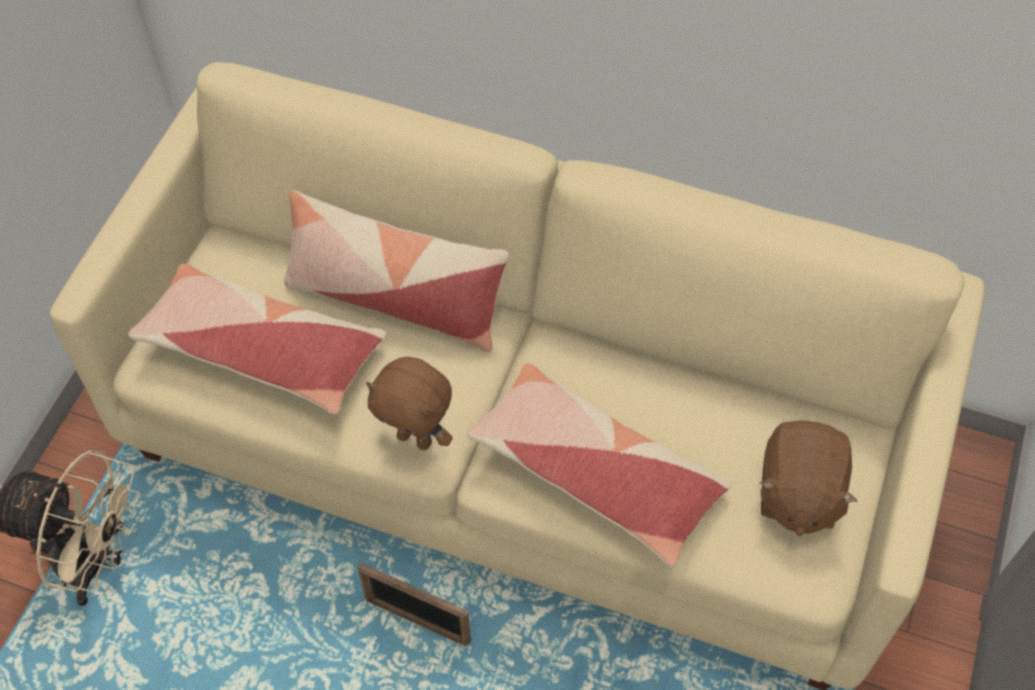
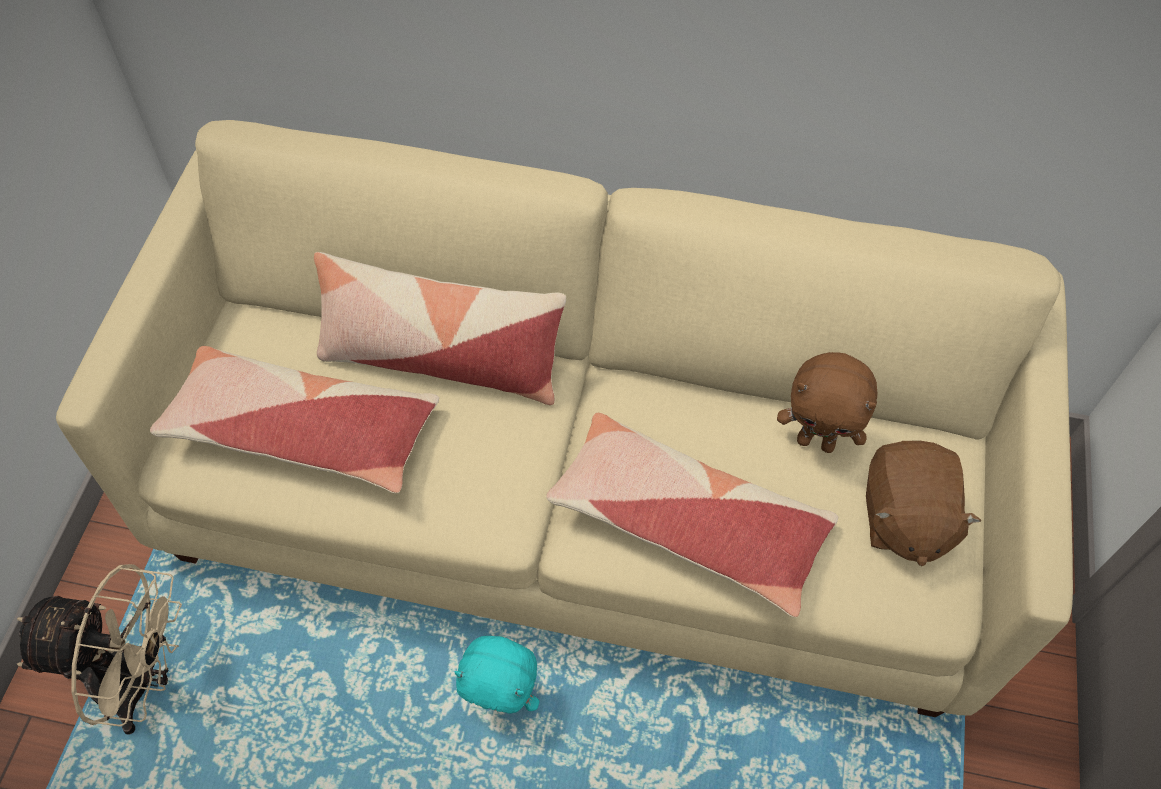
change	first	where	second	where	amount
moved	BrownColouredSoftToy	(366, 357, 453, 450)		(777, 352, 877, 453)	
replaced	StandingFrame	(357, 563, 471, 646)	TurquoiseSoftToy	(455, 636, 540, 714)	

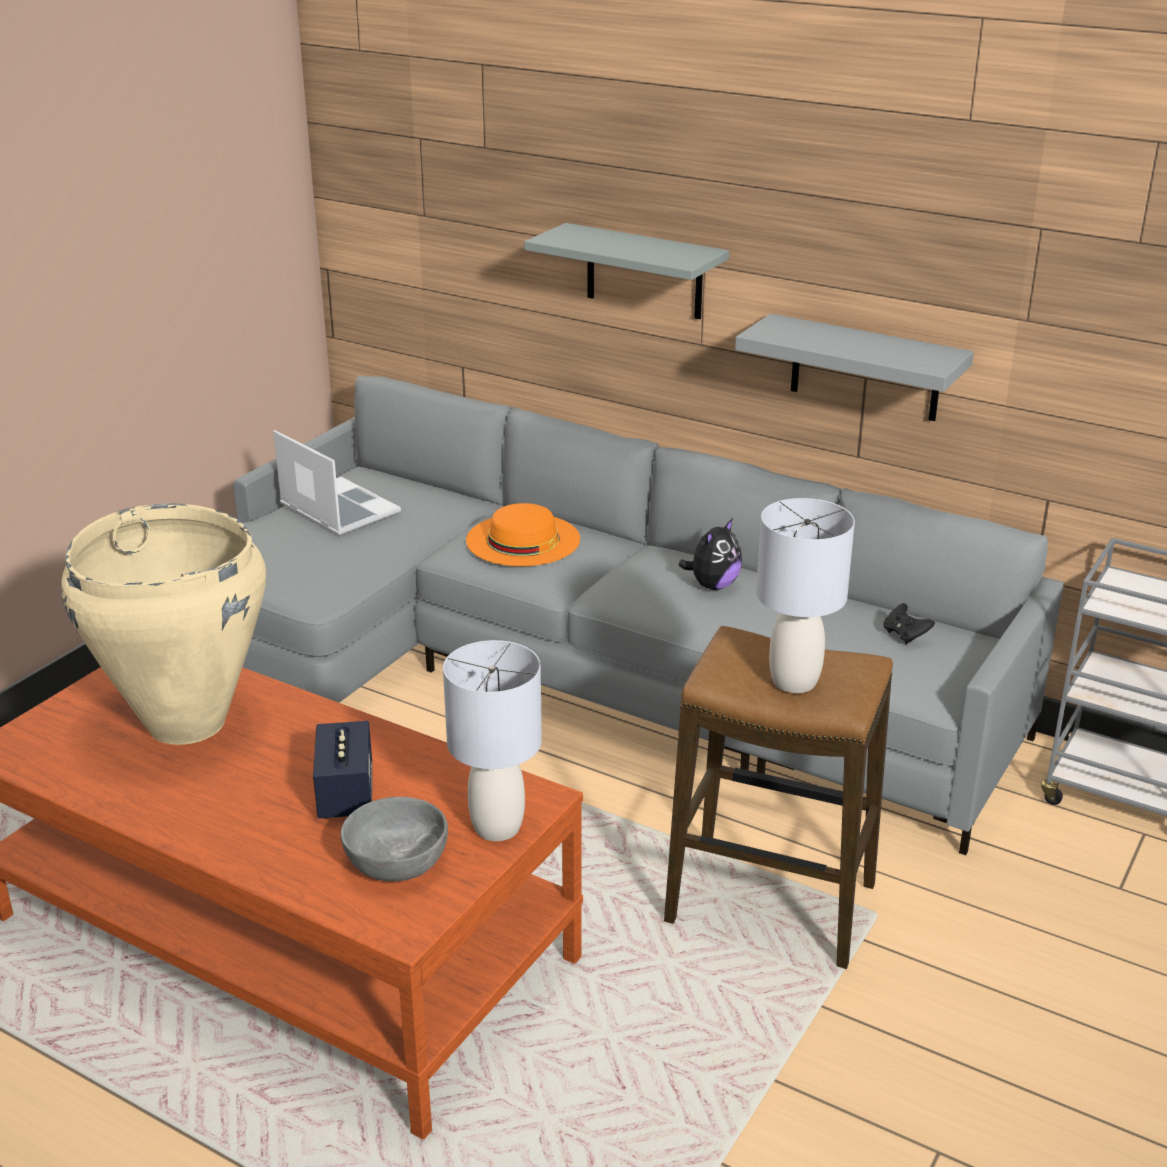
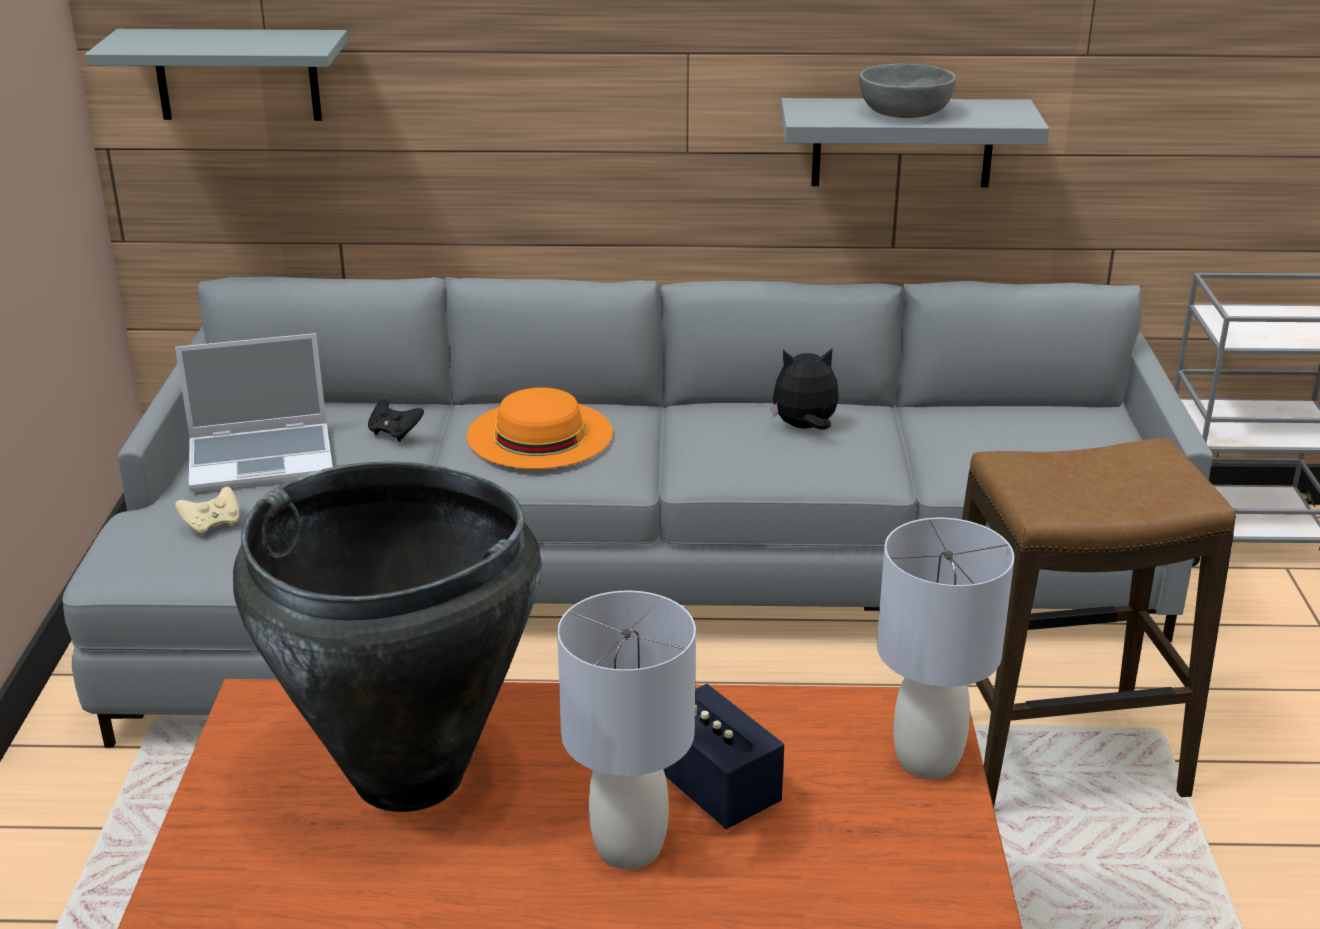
change	first	where	second	where	amount
moved	GreyWallShelf	(524, 223, 729, 319)		(85, 29, 348, 121)	
turned	PortableComputer	(273, 430, 401, 536)		(175, 333, 333, 492)	150 degrees clockwise
moved	GreyTableLamp	(756, 498, 855, 693)		(557, 591, 696, 870)	
recoloured	SandColouredVase	(61, 503, 266, 745)	BlackVase	(233, 461, 541, 812)	
turned	SoftToy	(678, 518, 742, 590)		(770, 348, 839, 430)	105 degrees counterclockwise
moved	BlackGameController	(883, 603, 935, 644)		(368, 399, 424, 441)	
moved	GreyDeepDish	(341, 797, 448, 881)		(859, 63, 956, 118)	
added			SandColouredGameController	(175, 487, 239, 536)	

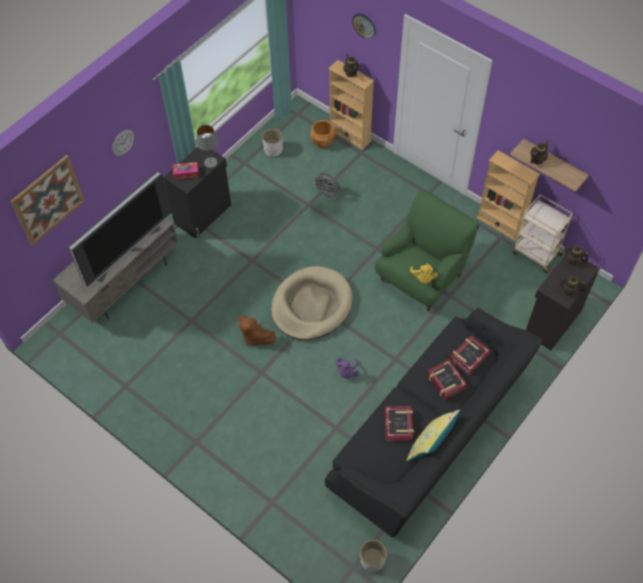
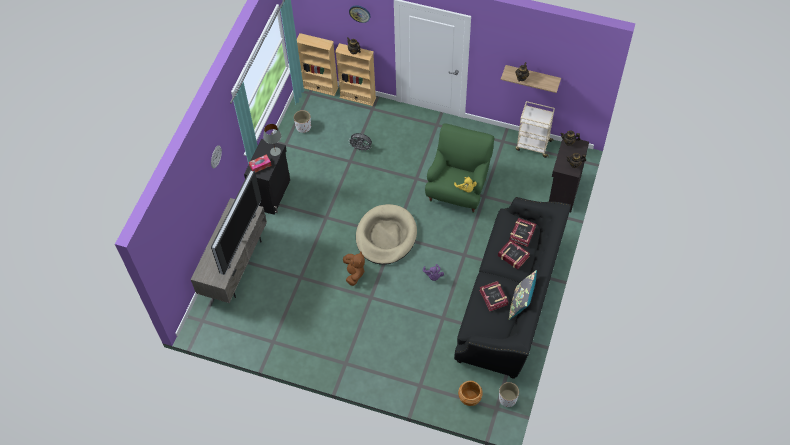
change	first	where	second	where	amount
moved	BrownColouredPlantPot	(310, 120, 335, 148)		(458, 381, 483, 406)	
moved	SandColouredShelvingUnit	(477, 150, 540, 241)		(297, 33, 338, 96)	
removed	WallPicture	(10, 155, 85, 246)			
turned	BrownColouredSoftToy	(238, 315, 275, 346)		(343, 251, 365, 286)	120 degrees counterclockwise
recoloured	YellowCushion	(406, 409, 460, 461)	GreyCushion	(509, 270, 537, 320)	

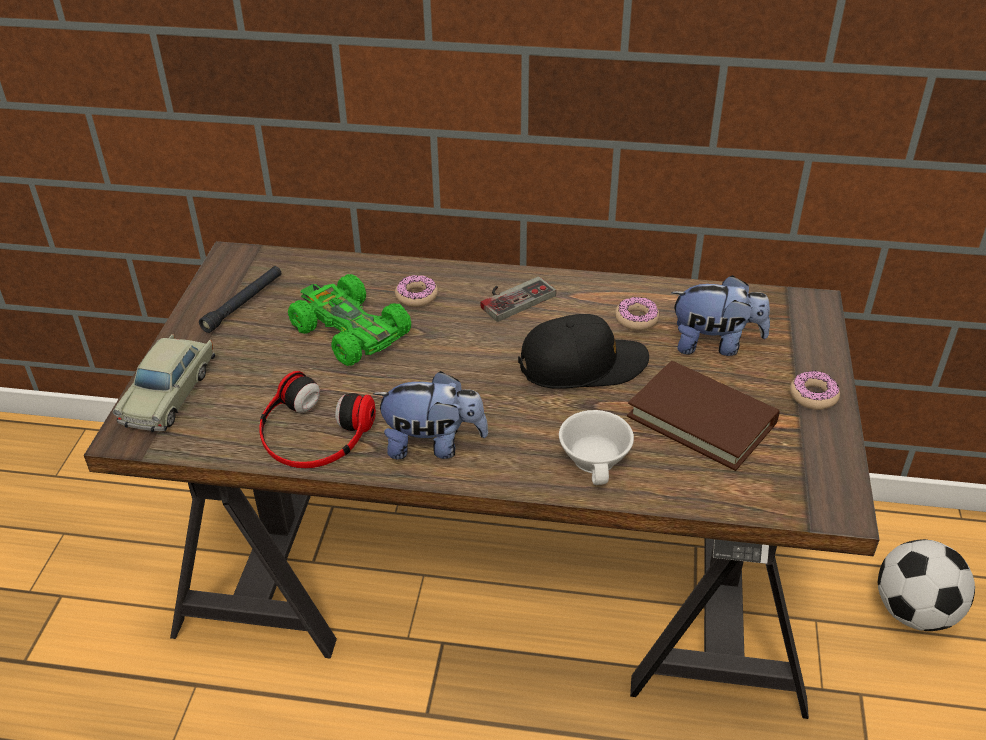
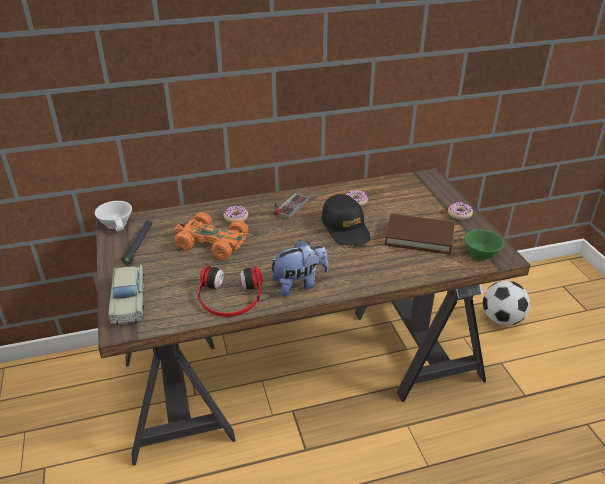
change	first	where	second	where	amount
recoloured	GreenModelCar	(288, 274, 411, 366)	OrangeColouredModelCar	(174, 212, 248, 259)	
removed	SoftToy	(671, 275, 770, 356)			
turned	BlackBaseballCap	(518, 314, 649, 389)		(321, 194, 370, 246)	105 degrees clockwise
moved	WhitishCup	(559, 410, 634, 485)		(95, 201, 132, 232)	
added			GreenCup	(464, 229, 504, 260)	

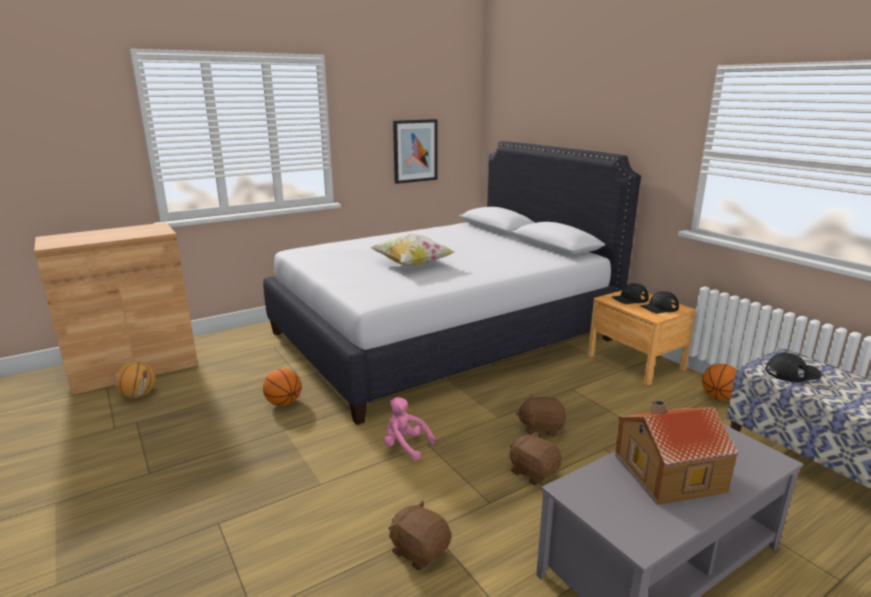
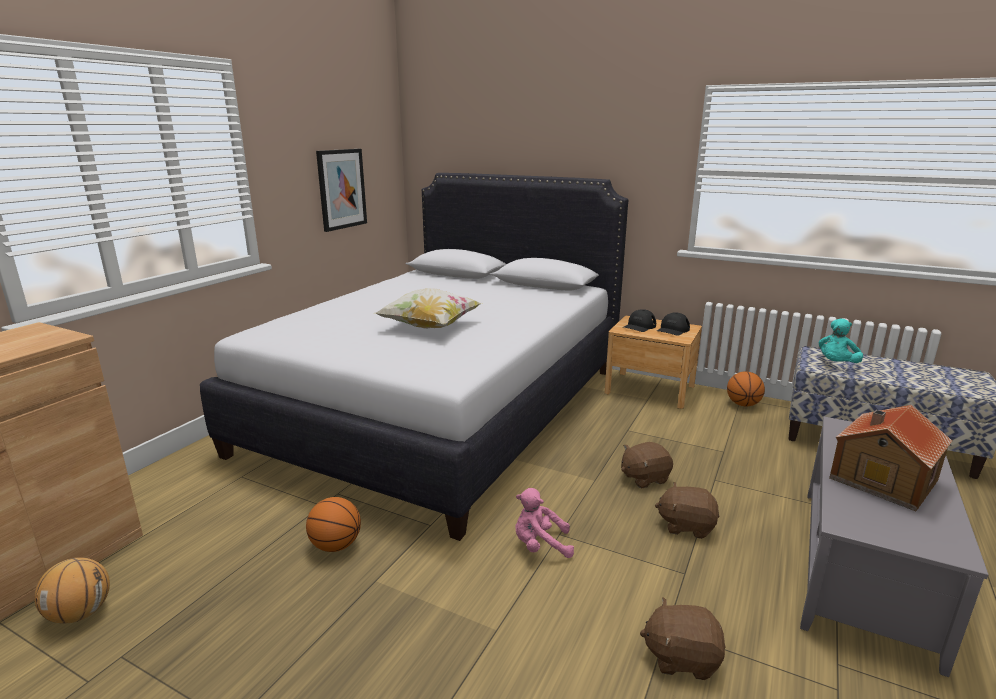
change	first	where	second	where	amount
replaced	BlackBaseballCap	(765, 353, 822, 382)	TurquoiseSoftToy	(819, 319, 863, 363)	

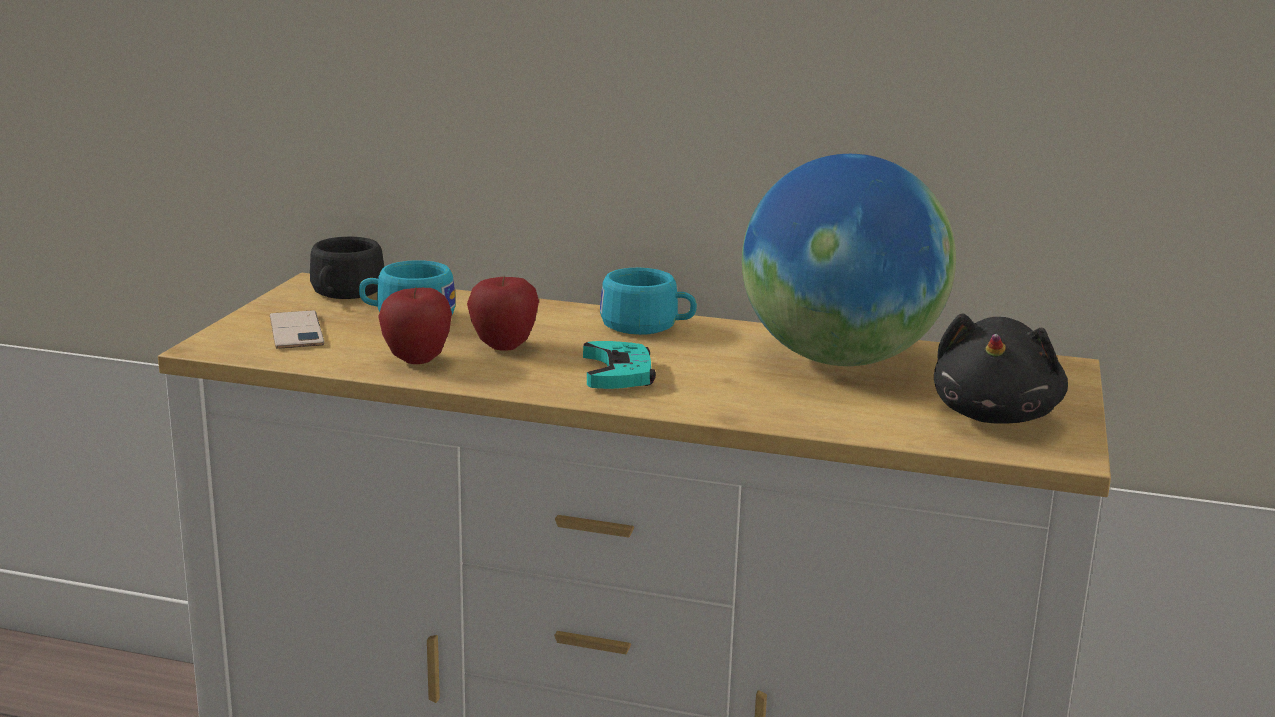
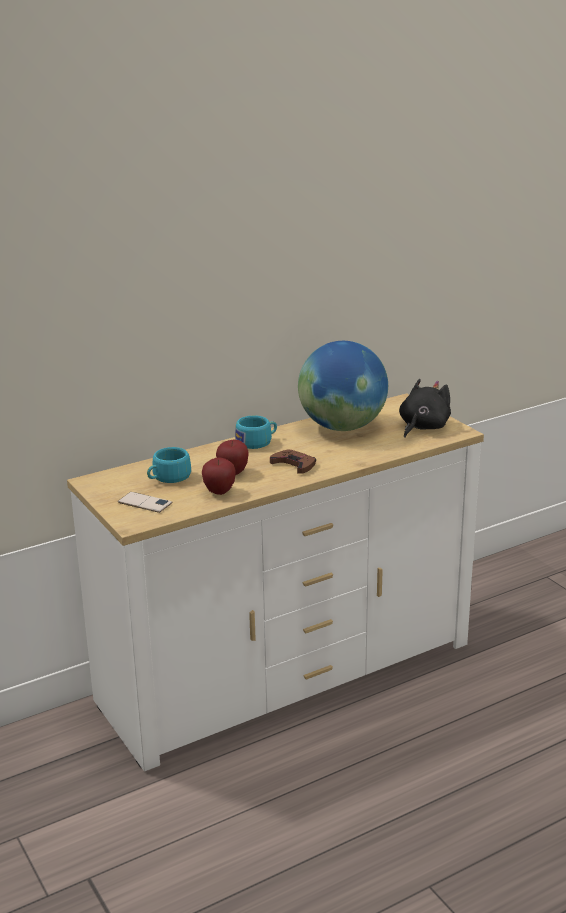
change	first	where	second	where	amount
removed	BlackCup	(310, 237, 384, 299)			
turned	BlackSoftToy	(934, 313, 1068, 423)		(399, 379, 451, 438)	120 degrees counterclockwise
recoloured	TurquoiseGameController	(583, 341, 656, 389)	BrownColouredGameController	(270, 449, 316, 474)	

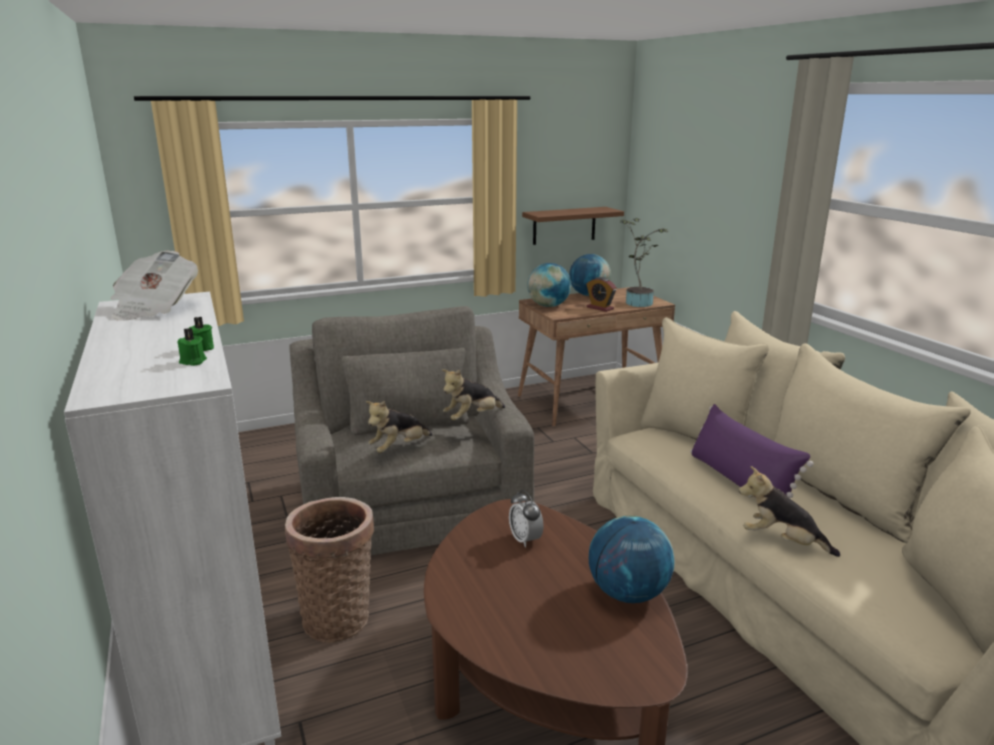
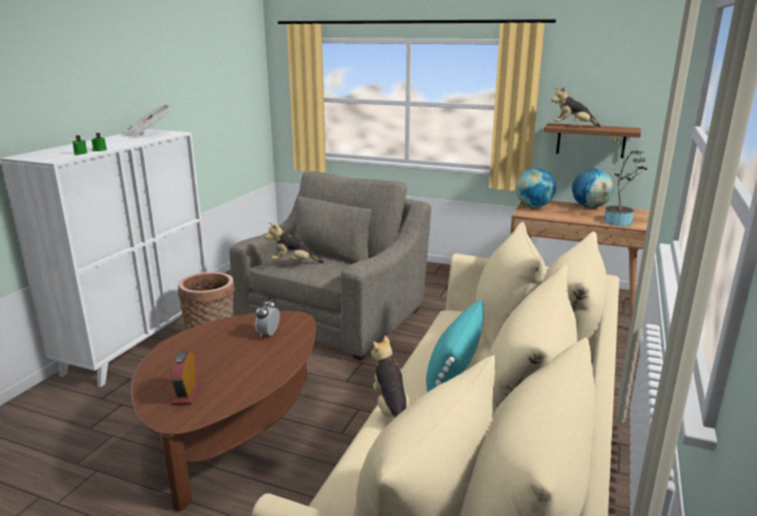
change	first	where	second	where	amount
moved	TableClock	(586, 277, 617, 312)		(170, 351, 201, 405)	
moved	SoftToy	(442, 369, 505, 420)		(552, 87, 601, 127)	
recoloured	PurplishCushion	(690, 404, 814, 498)	TurquoiseCushion	(426, 299, 485, 392)	
removed	WorldGlobe	(589, 516, 675, 603)			

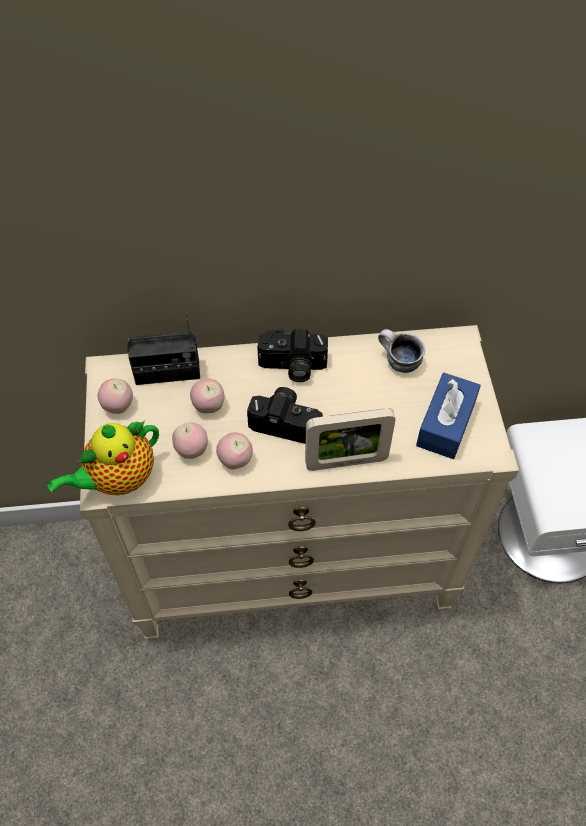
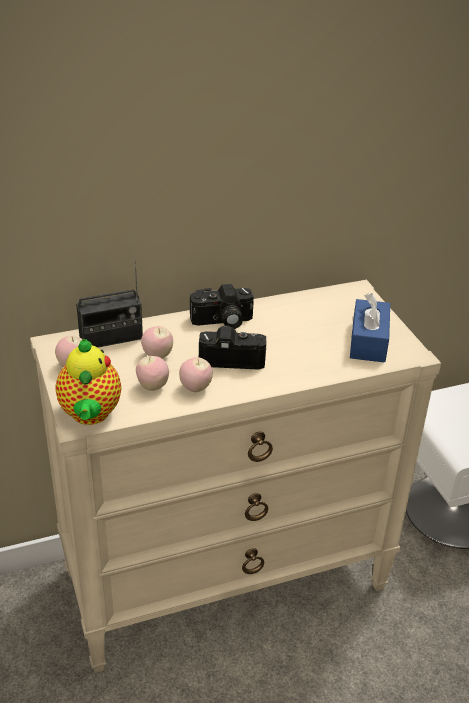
change	first	where	second	where	amount
removed	Mug	(378, 329, 425, 373)			
removed	StandingFrame	(305, 408, 395, 471)			
turned	Teapot	(47, 420, 159, 495)		(56, 339, 121, 425)	45 degrees counterclockwise

